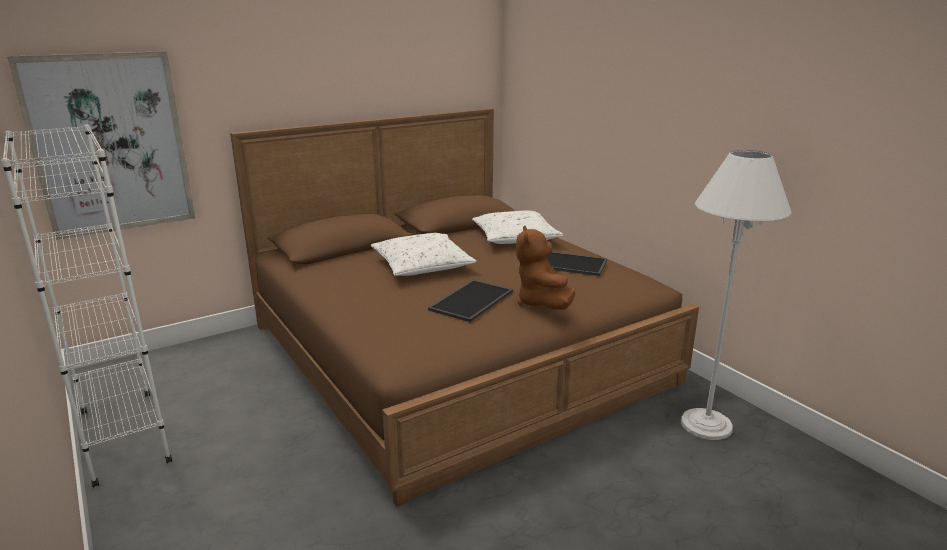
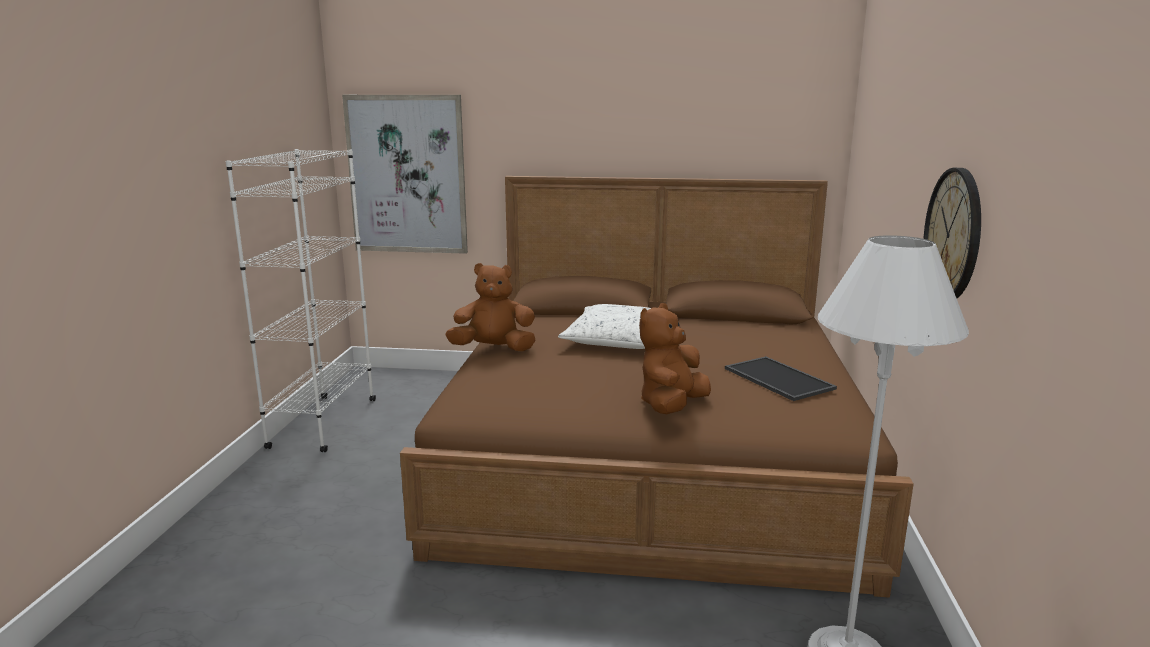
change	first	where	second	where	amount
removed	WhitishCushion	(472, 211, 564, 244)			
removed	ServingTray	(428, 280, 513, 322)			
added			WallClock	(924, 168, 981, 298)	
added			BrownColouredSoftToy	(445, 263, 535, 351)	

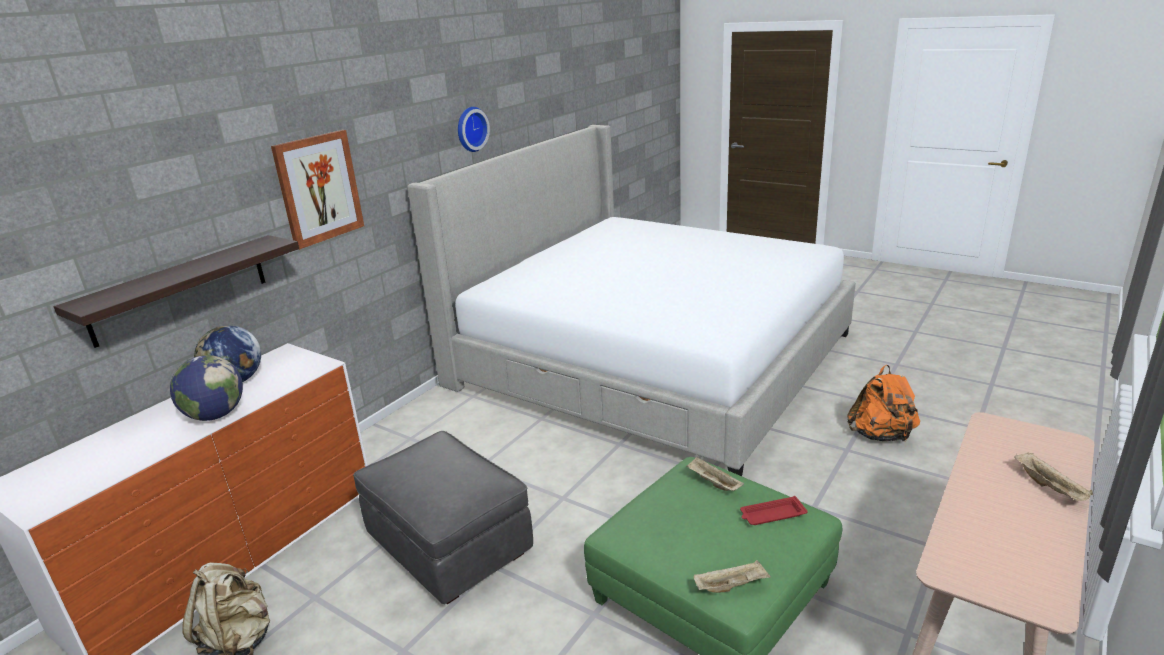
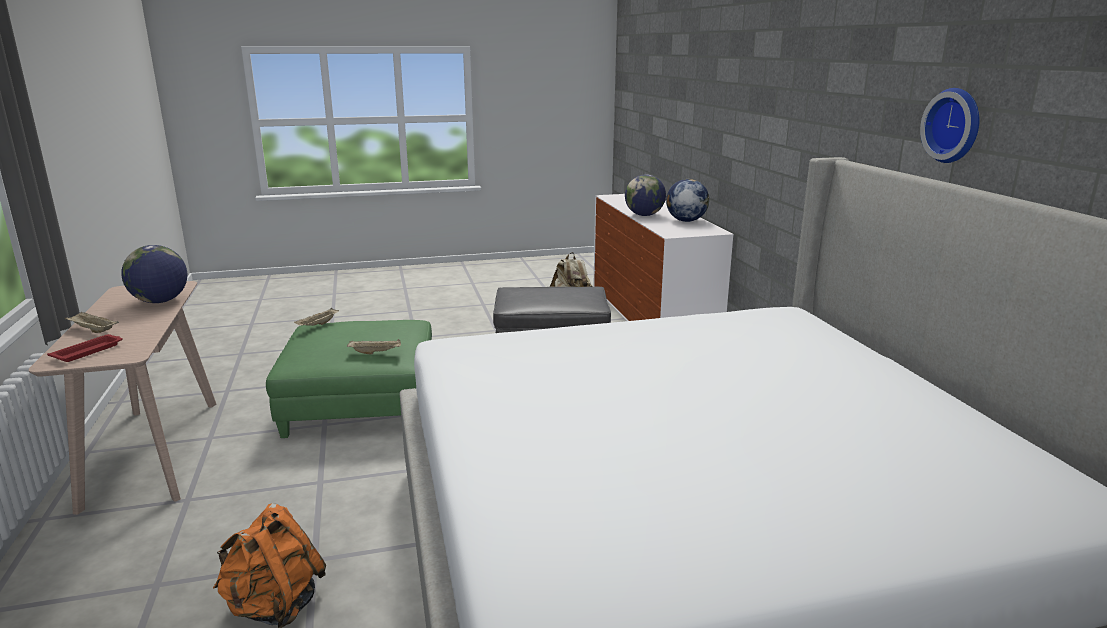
change	first	where	second	where	amount
removed	WallPicture	(271, 130, 364, 250)			
removed	WallShelf	(54, 235, 299, 348)			
moved	RedColouredServingTray	(740, 496, 808, 525)		(47, 334, 123, 362)	
added			WorldGlobe	(121, 245, 188, 303)	

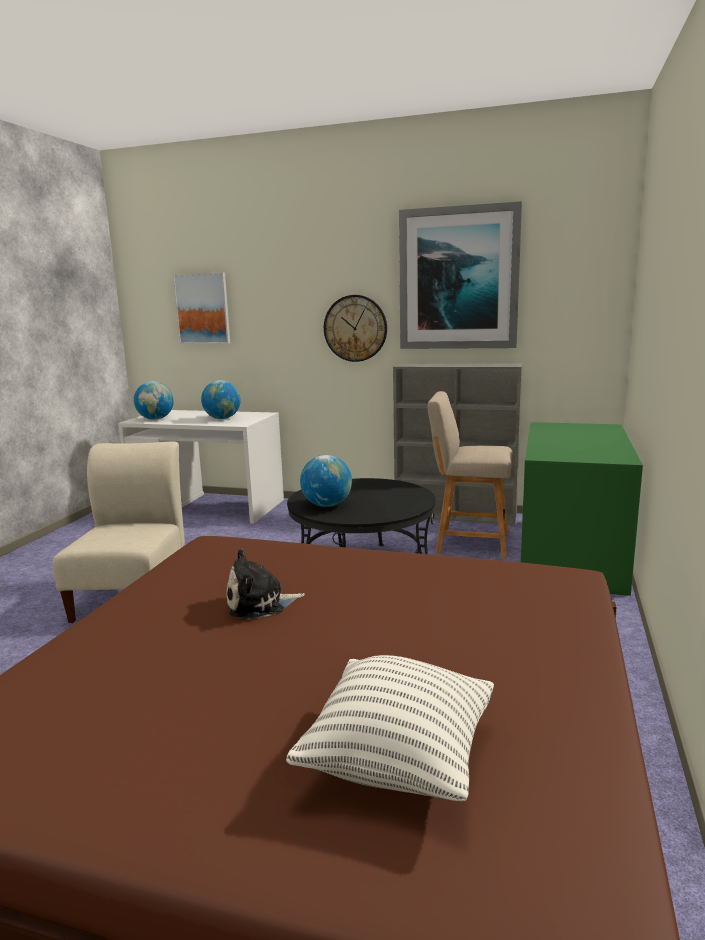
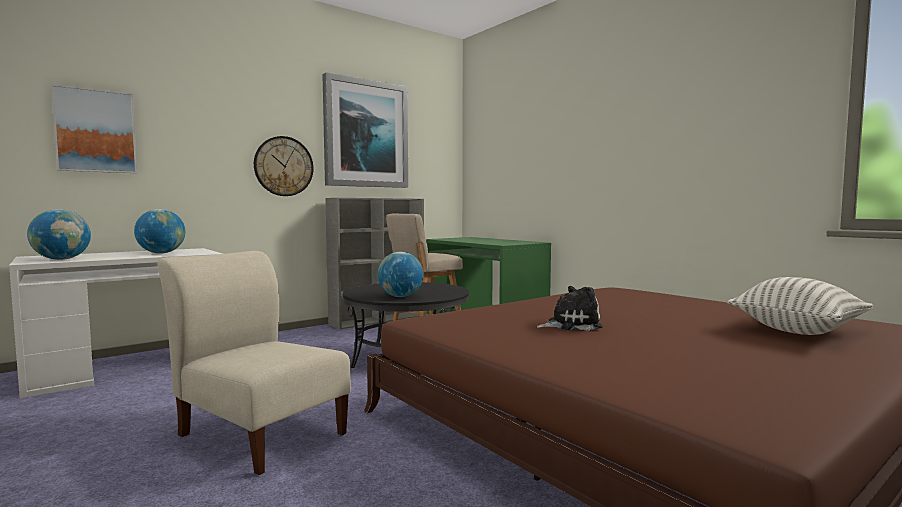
change	first	where	second	where	amount
turned	SoftToy	(227, 549, 305, 619)		(537, 286, 603, 331)	120 degrees counterclockwise

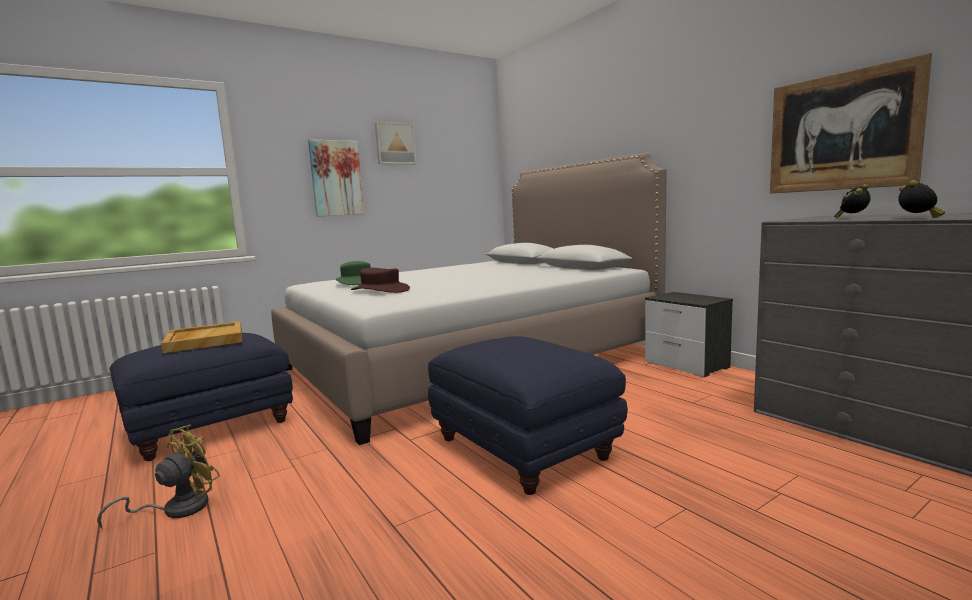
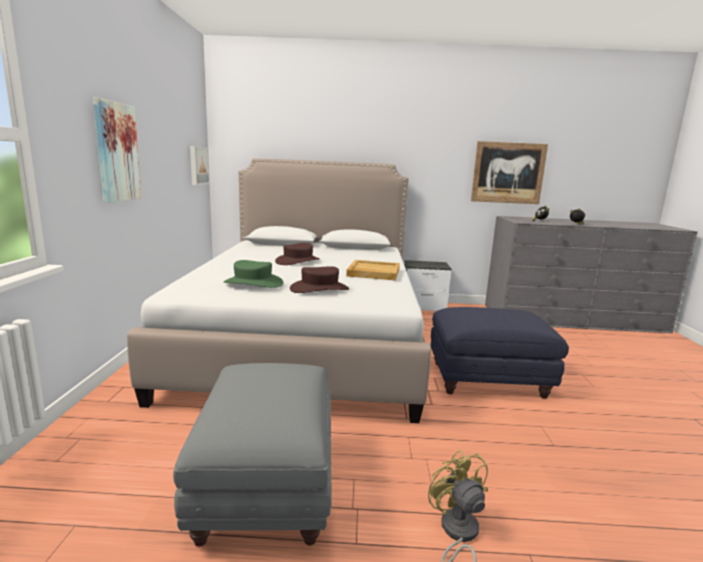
change	first	where	second	where	amount
moved	WallPicture	(375, 122, 417, 164)		(190, 146, 210, 185)	
moved	SandColouredServingTray	(161, 321, 242, 353)		(346, 260, 400, 281)	
recoloured	BlueColouredPouffe	(110, 333, 293, 461)	GreyPouffe	(173, 363, 332, 546)	
added			BrownColouredHat	(275, 243, 320, 265)	

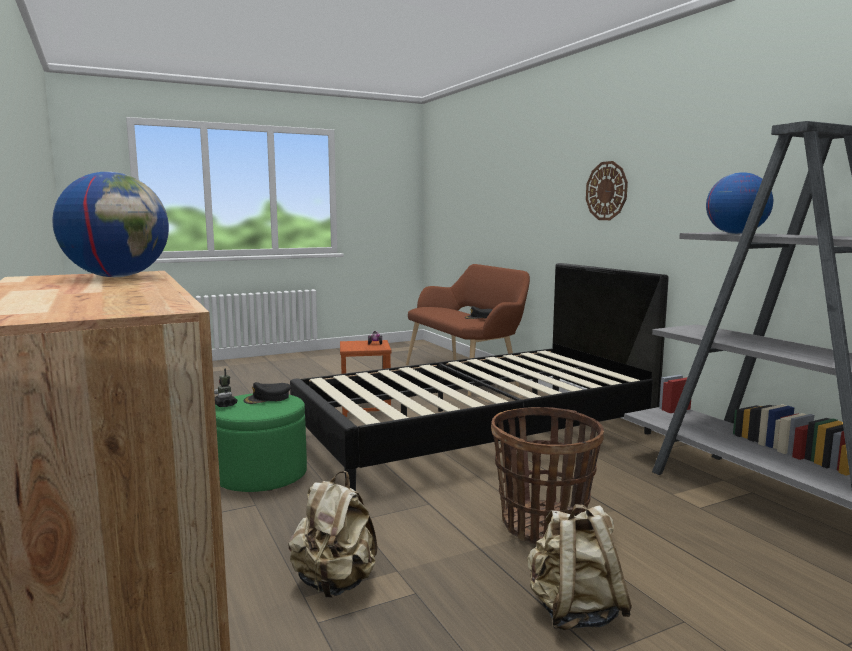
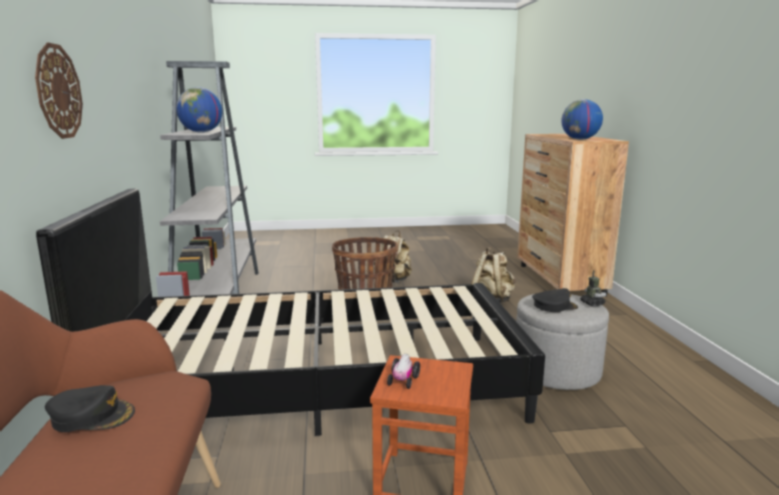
change	first	where	second	where	amount
recoloured	GreenPouffe	(215, 394, 307, 492)	GreyPouffe	(516, 294, 609, 390)	

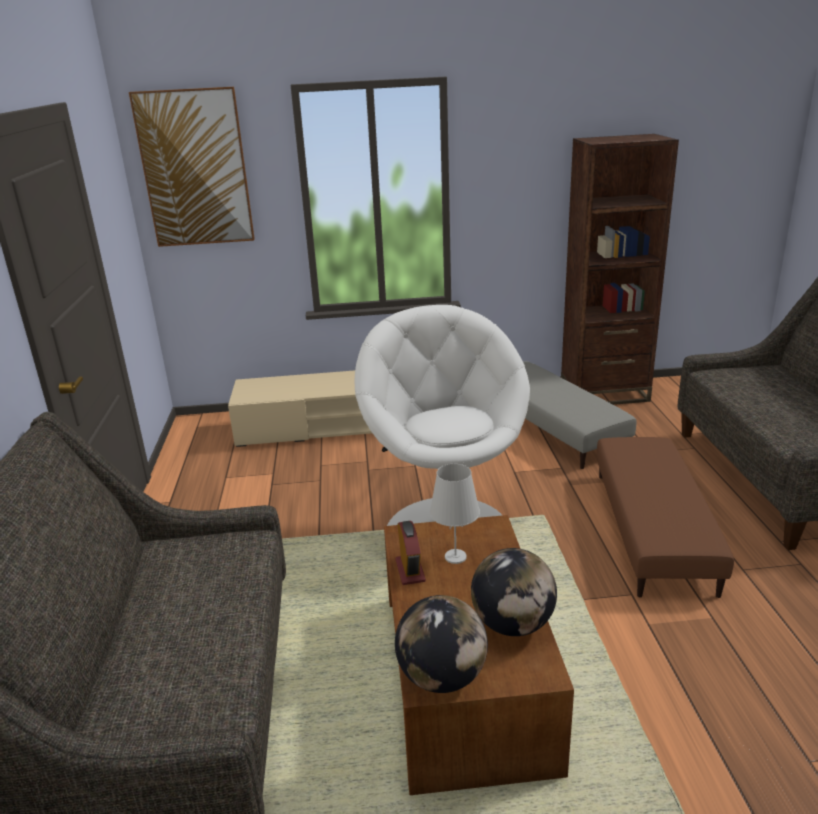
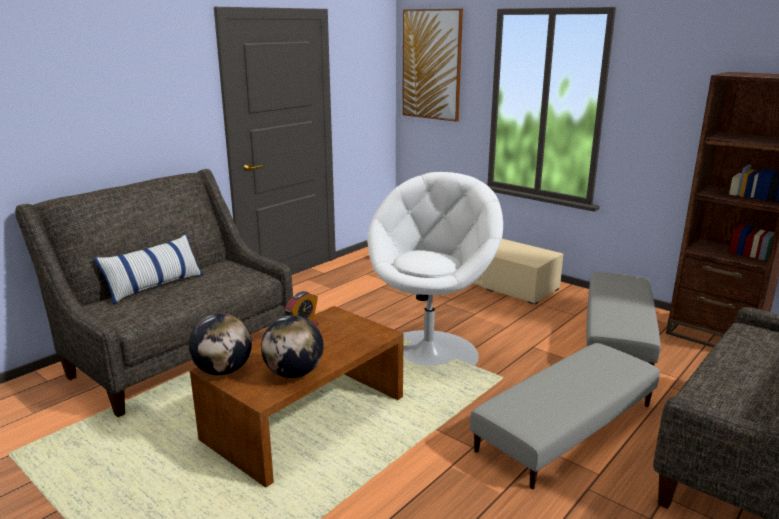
change	first	where	second	where	amount
recoloured	BrownColouredPouffe	(597, 437, 734, 598)	GreyPouffe	(470, 343, 660, 489)	
removed	WhitishTableLamp	(430, 464, 480, 564)			
added			Cushion	(94, 234, 203, 305)	

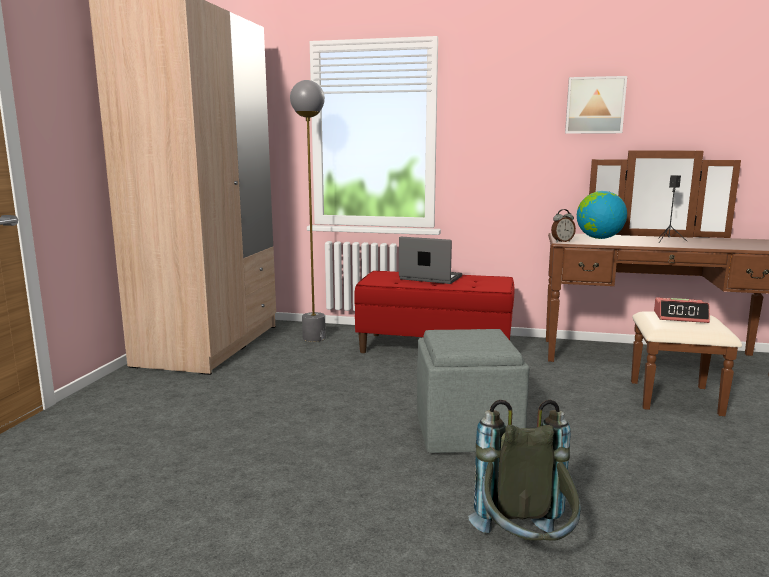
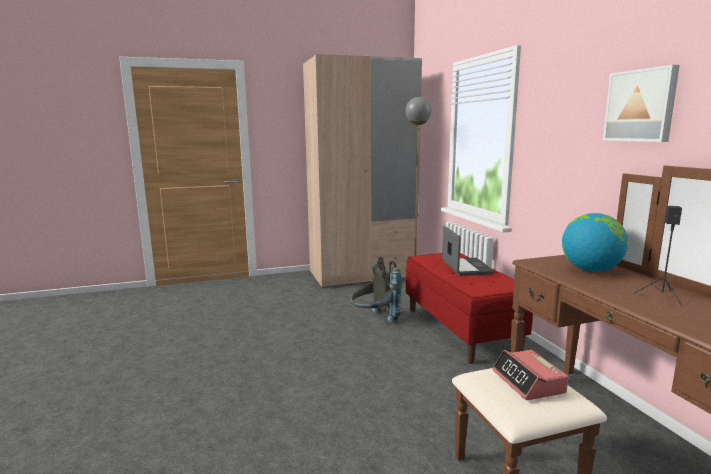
change	first	where	second	where	amount
removed	TableClock	(551, 209, 576, 242)			
removed	GreyPouffe	(417, 329, 530, 453)			
moved	GreyRucksack	(468, 400, 581, 541)		(351, 256, 402, 324)	

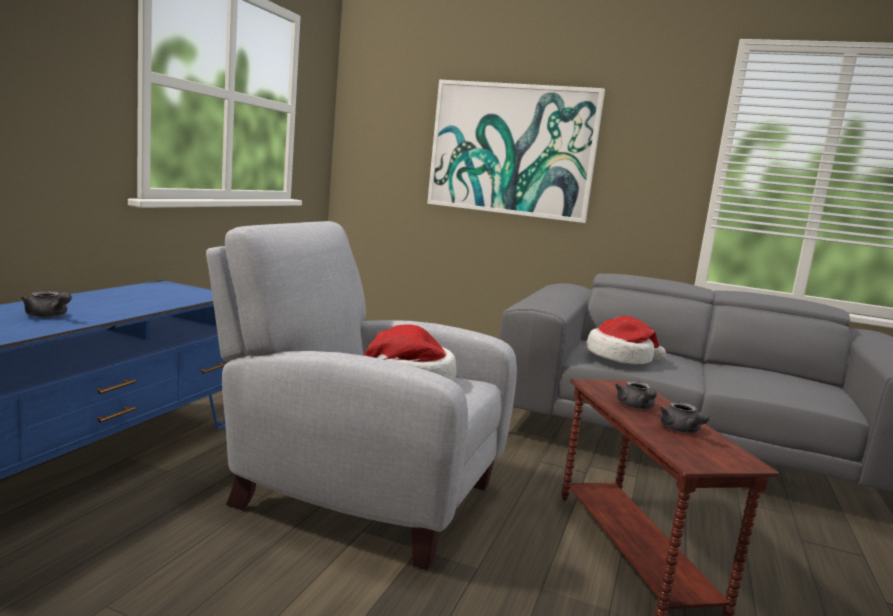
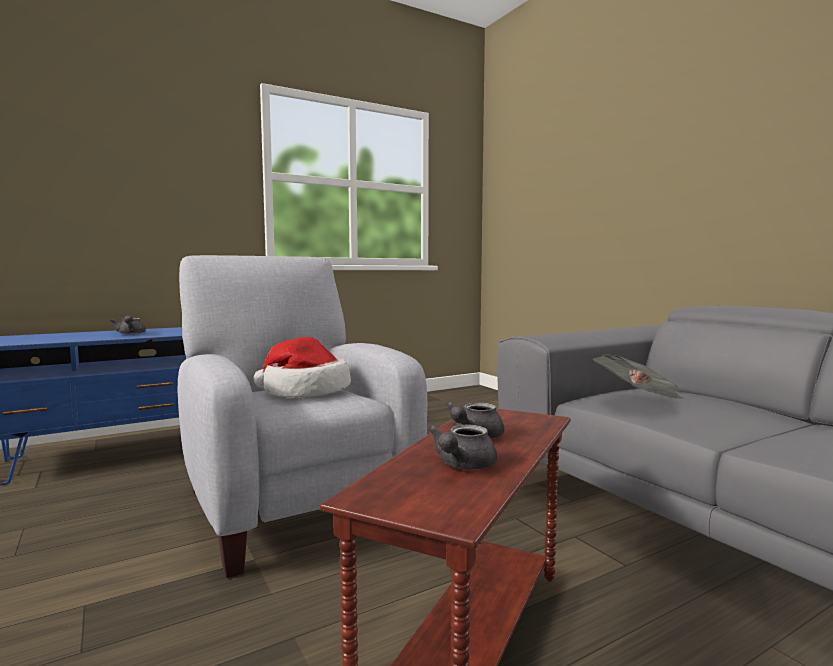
change	first	where	second	where	amount
removed	WallPicture	(427, 80, 605, 223)			
replaced	Hat	(586, 316, 666, 364)	PrintedPaper	(593, 354, 685, 399)	

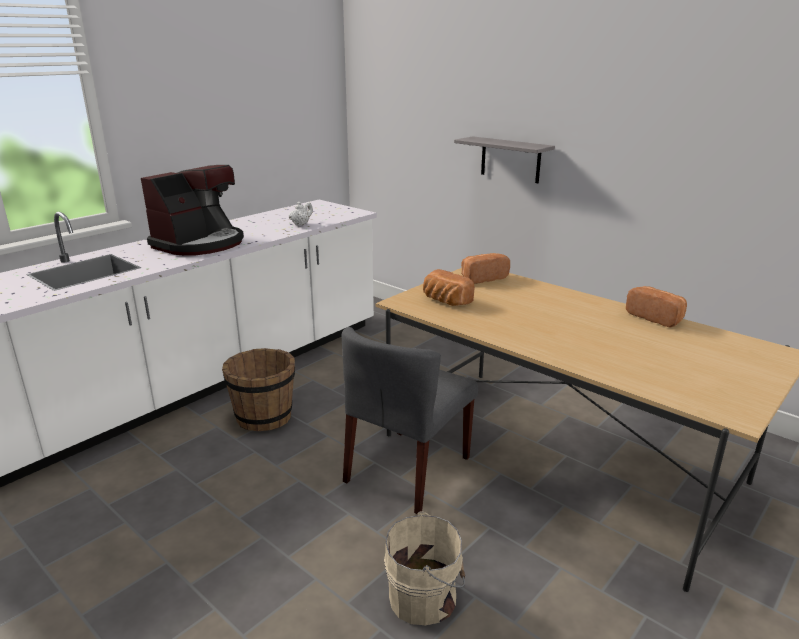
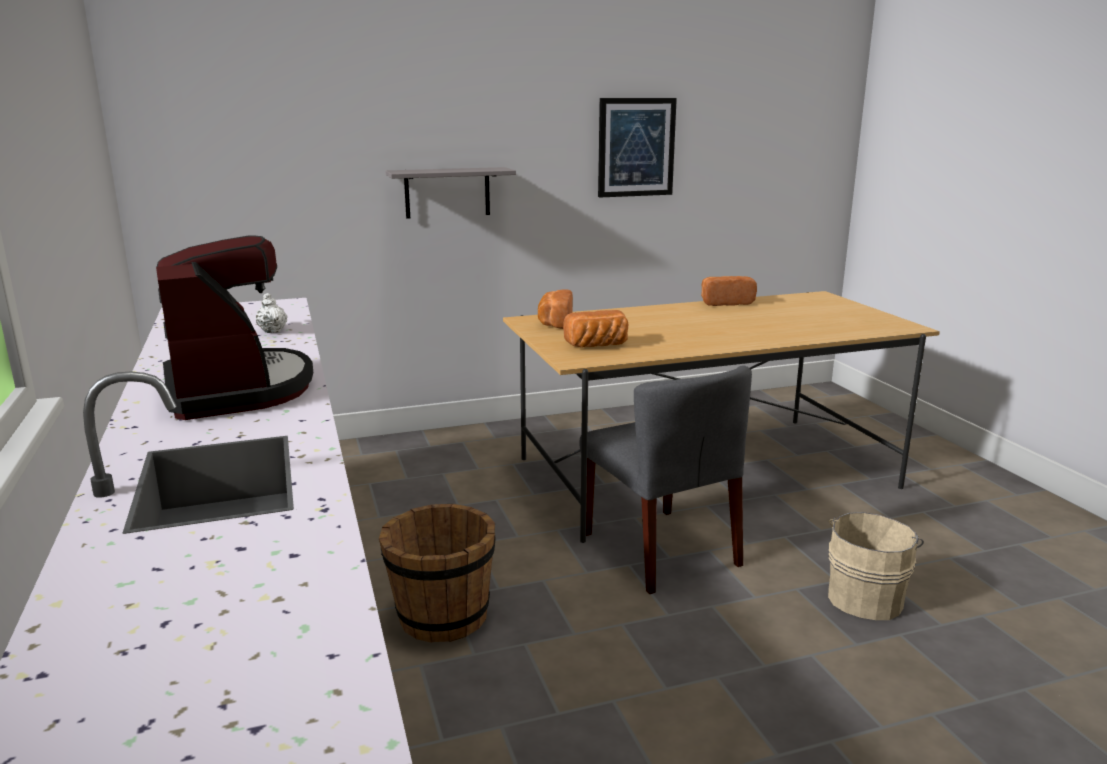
change	first	where	second	where	amount
added			WallPicture	(598, 98, 677, 197)	

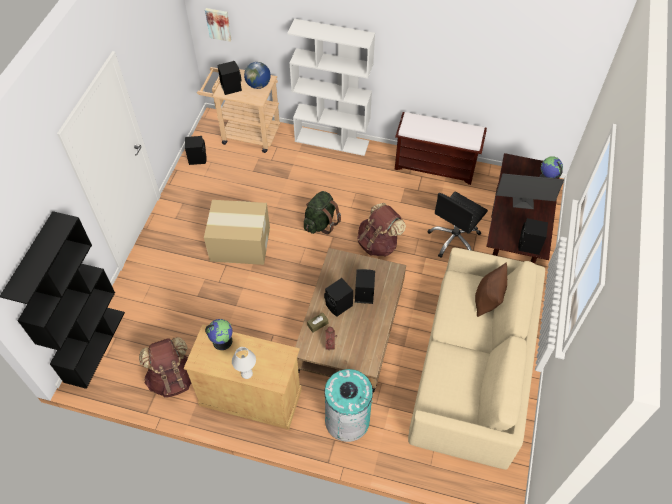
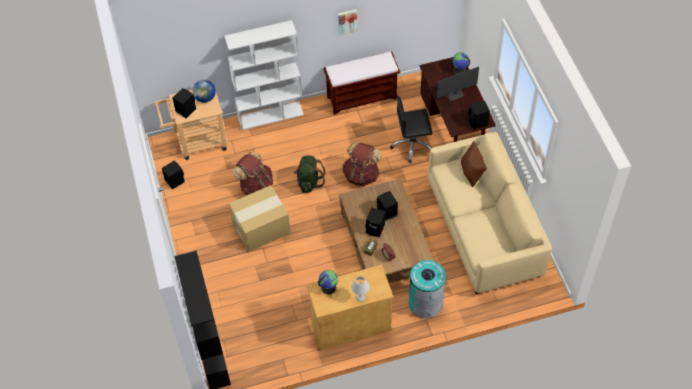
change	first	where	second	where	amount
moved	WallPicture	(205, 8, 231, 42)		(338, 9, 357, 35)	
turned	BlackDeskChair	(427, 191, 488, 258)		(390, 96, 433, 163)	75 degrees clockwise
moved	BrownColouredRucksack	(139, 337, 191, 398)		(232, 152, 273, 195)	

